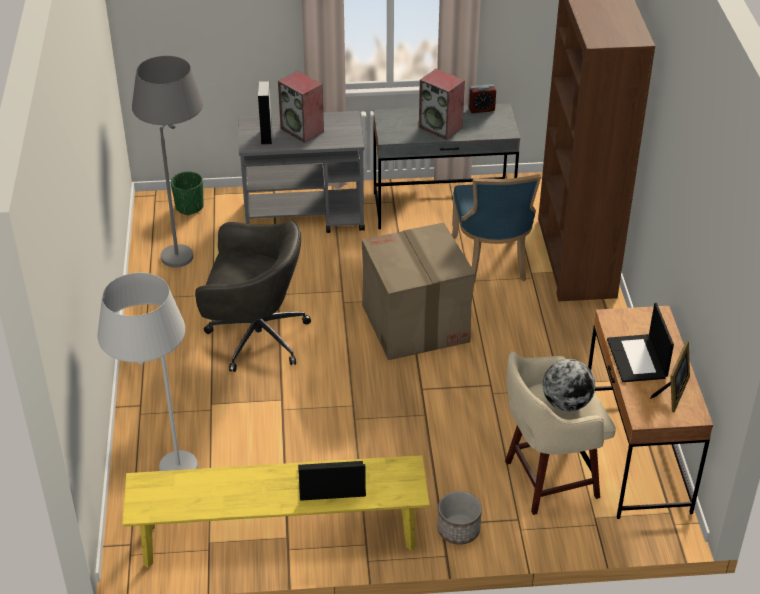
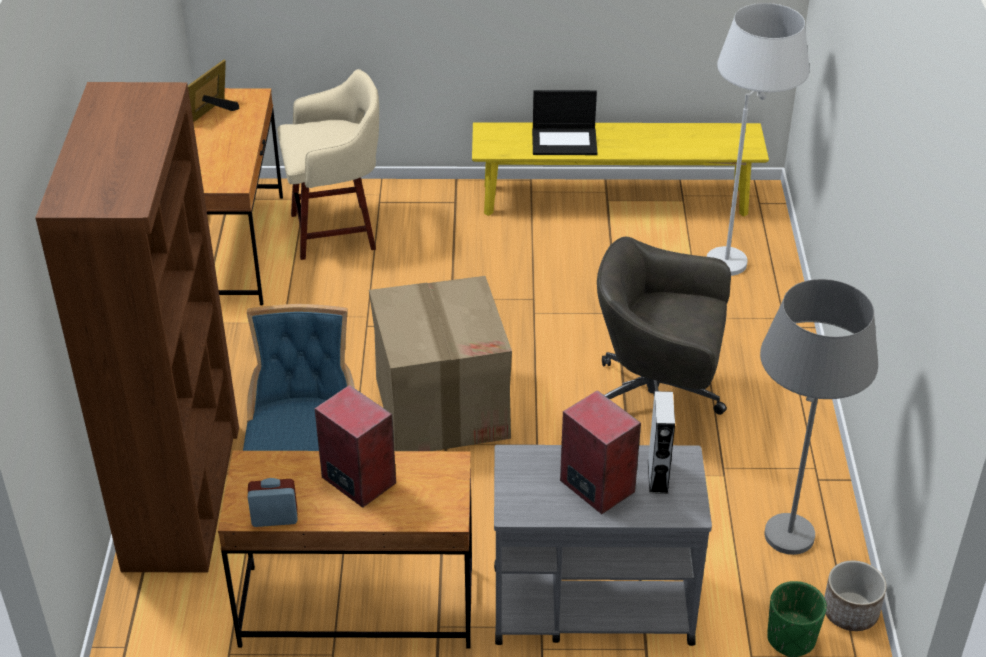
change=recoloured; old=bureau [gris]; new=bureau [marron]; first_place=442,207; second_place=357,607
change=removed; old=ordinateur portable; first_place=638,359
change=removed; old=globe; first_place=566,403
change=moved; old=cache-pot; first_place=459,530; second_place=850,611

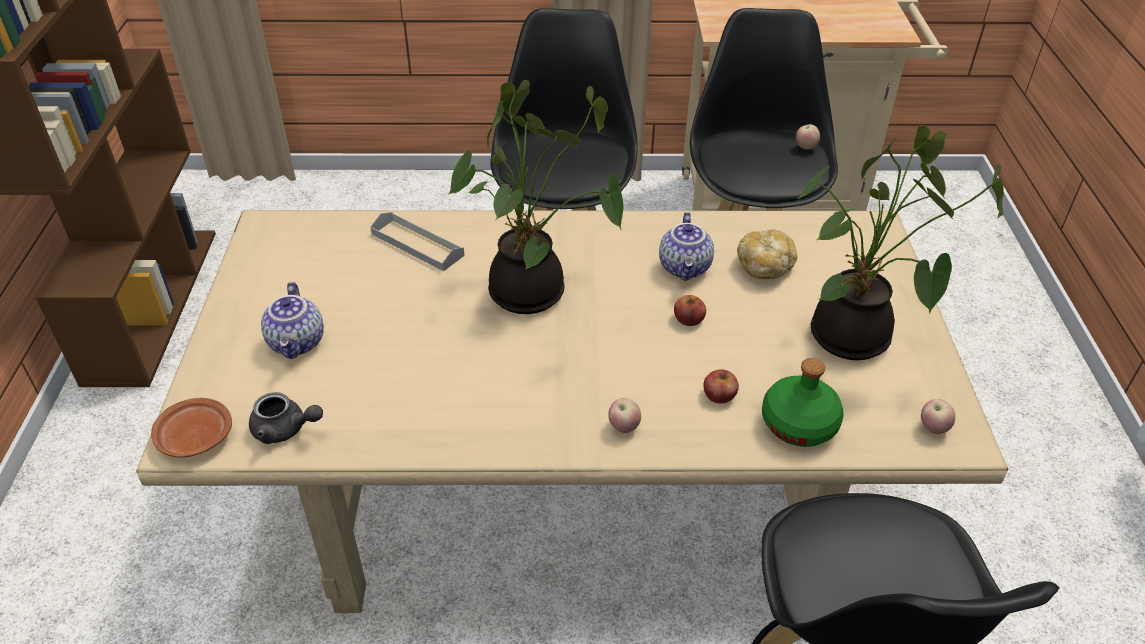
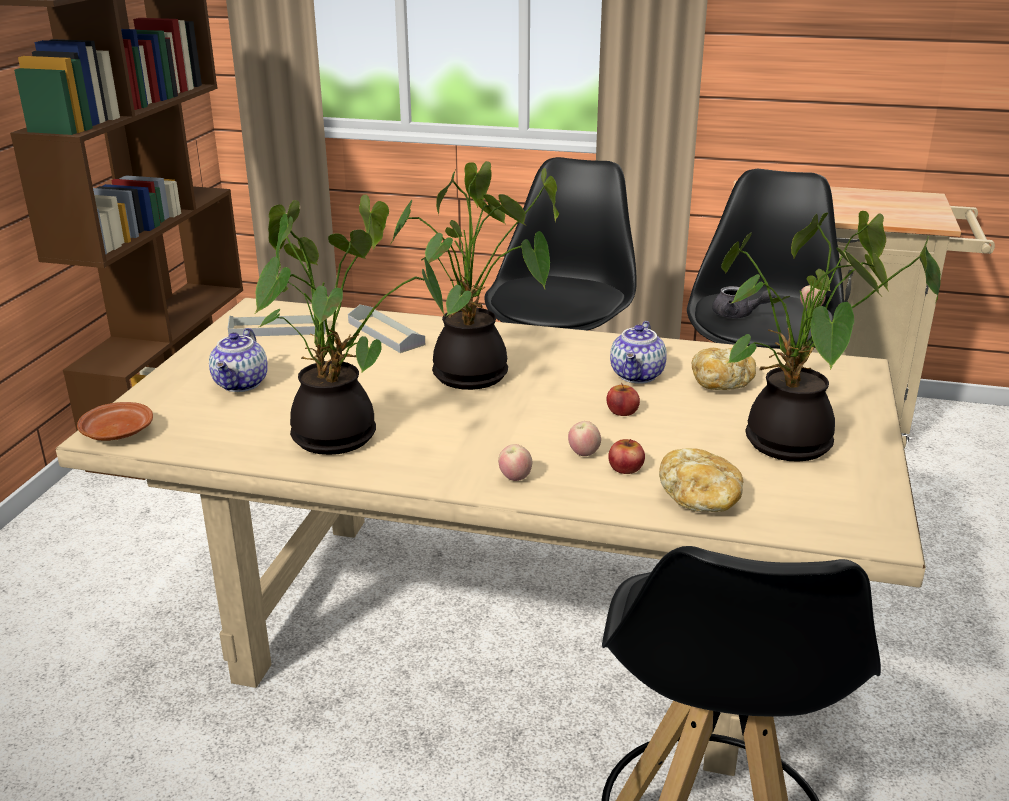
change=replaced; old=bouteille [vert]; new=pain; first_place=799,424; second_place=700,499
change=moved; old=théière [gris]; first_place=285,430; second_place=738,315
change=moved; old=pomme; first_place=933,428; second_place=583,453
change=added; new=plante en pot; second_place=342,436
change=added; new=plateau [gris]; second_place=278,329

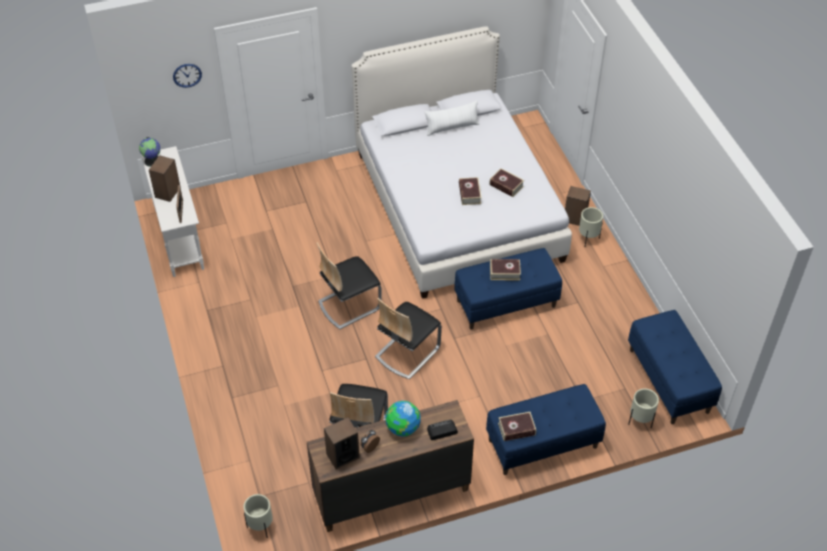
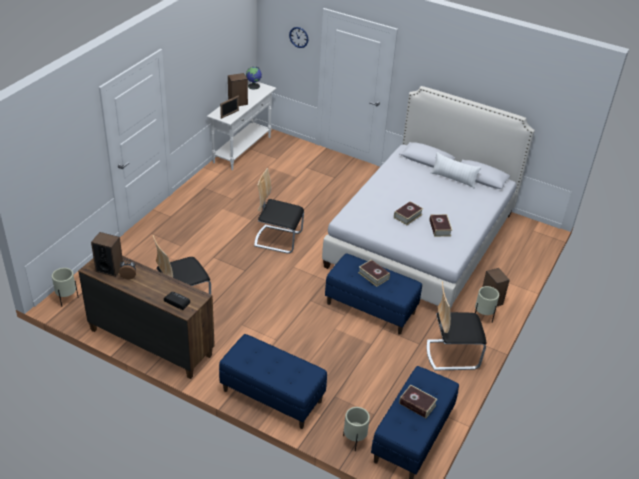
change=moved; old=chaise; first_place=407,352; second_place=452,354
change=removed; old=globe; first_place=403,428
change=moved; old=livre; first_place=516,429; second_place=417,404

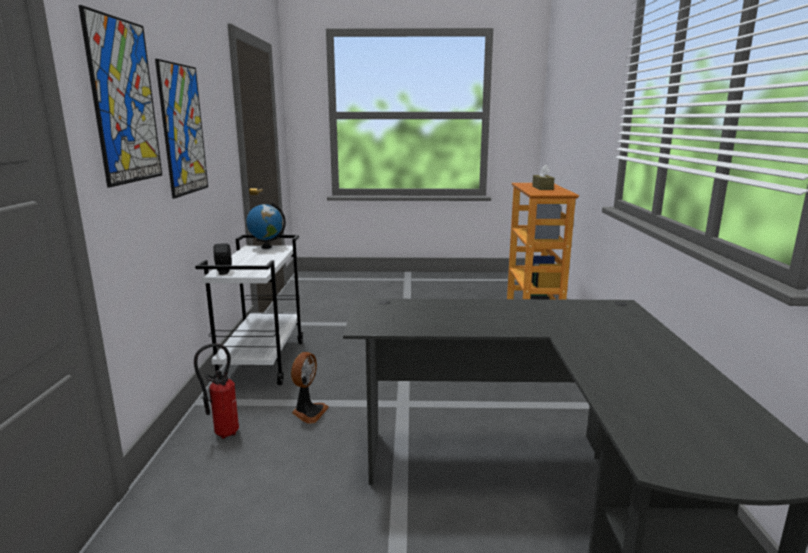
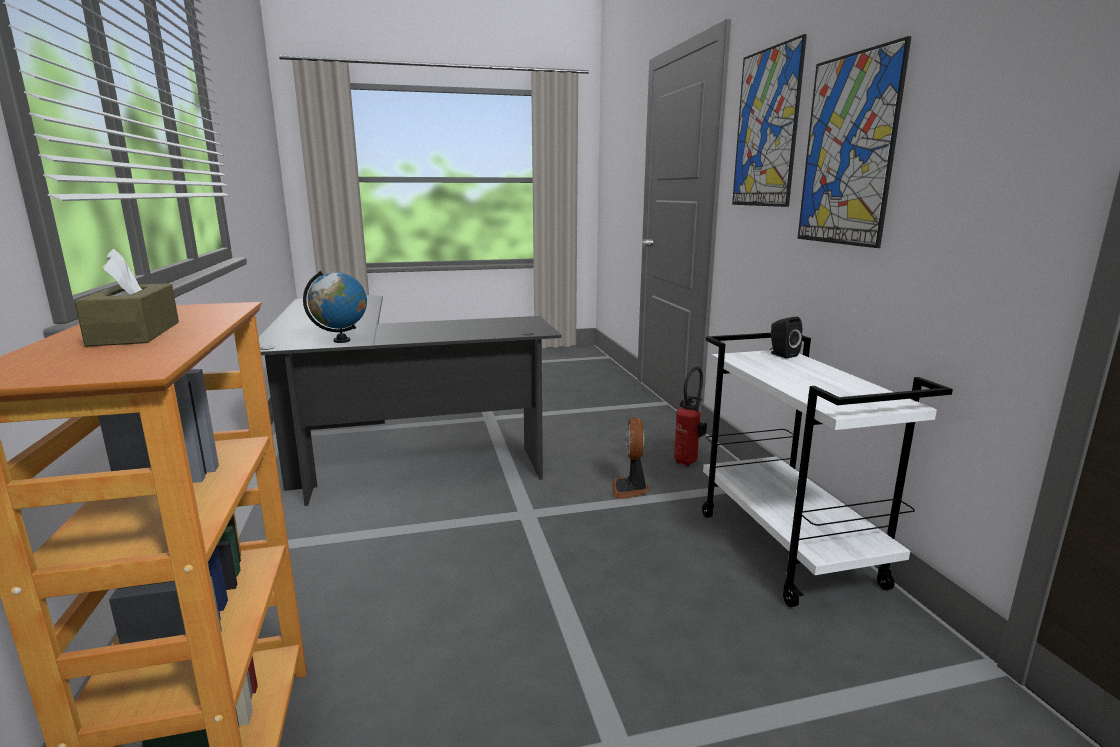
change=moved; old=globe; first_place=266,247; second_place=341,341

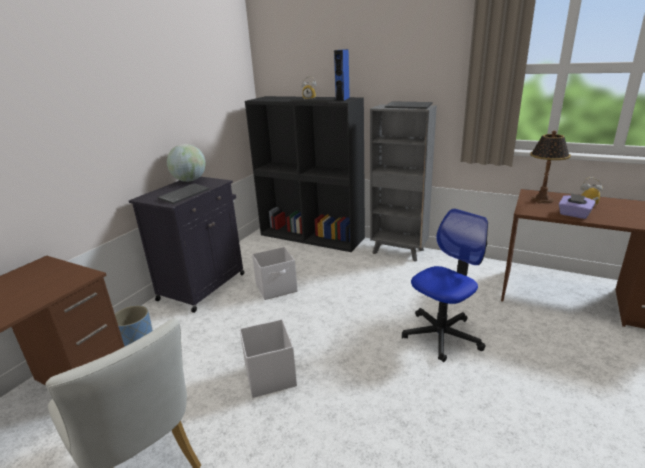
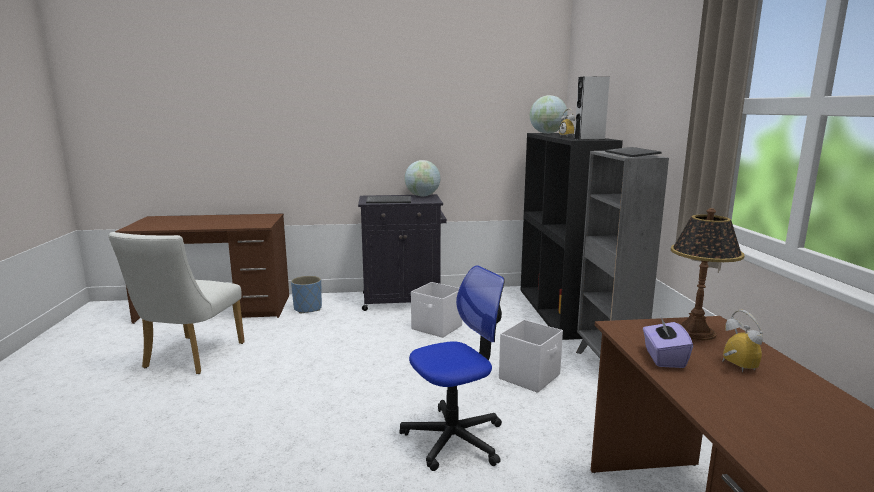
change=recoloured; old=enceinte [bleu]; new=enceinte [gris]; first_place=342,99; second_place=589,139
change=turned; old=chaise de bureau; first_place=441,335; second_place=454,439; degrees=-45
change=moved; old=boîte de rangement [blanc]; first_place=270,375; second_place=530,376
change=added; new=globe; second_place=547,133

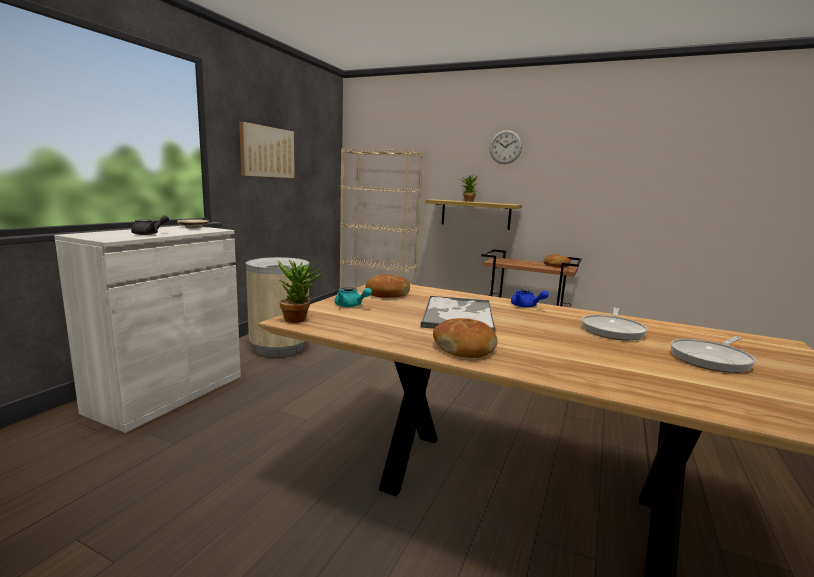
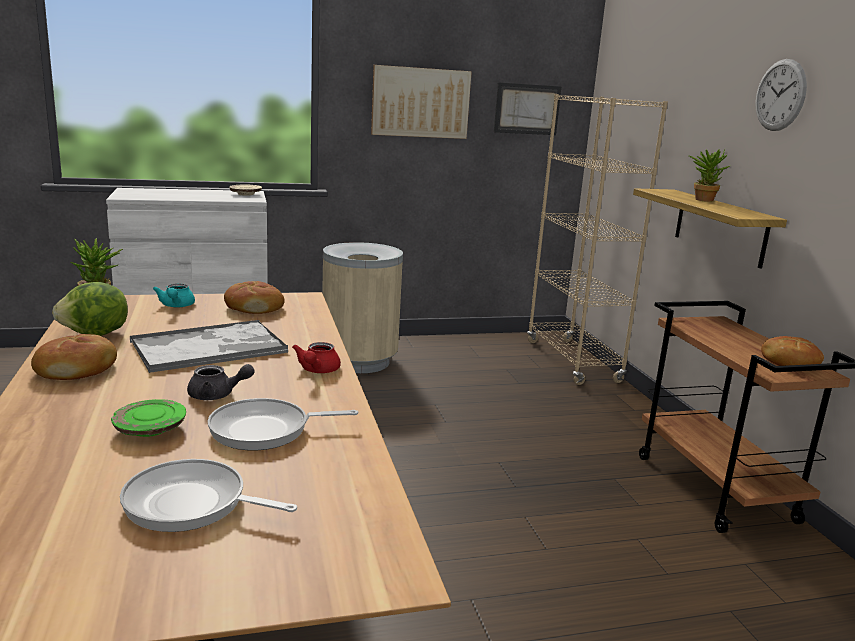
change=moved; old=théière [gris]; first_place=149,234; second_place=217,395
change=recoloured; old=théière [bleu]; new=théière [rouge]; first_place=526,306; second_place=317,370
change=added; new=tableau; second_place=527,109
change=added; new=laitue; second_place=96,334
change=added; new=assiette [vert]; second_place=150,429

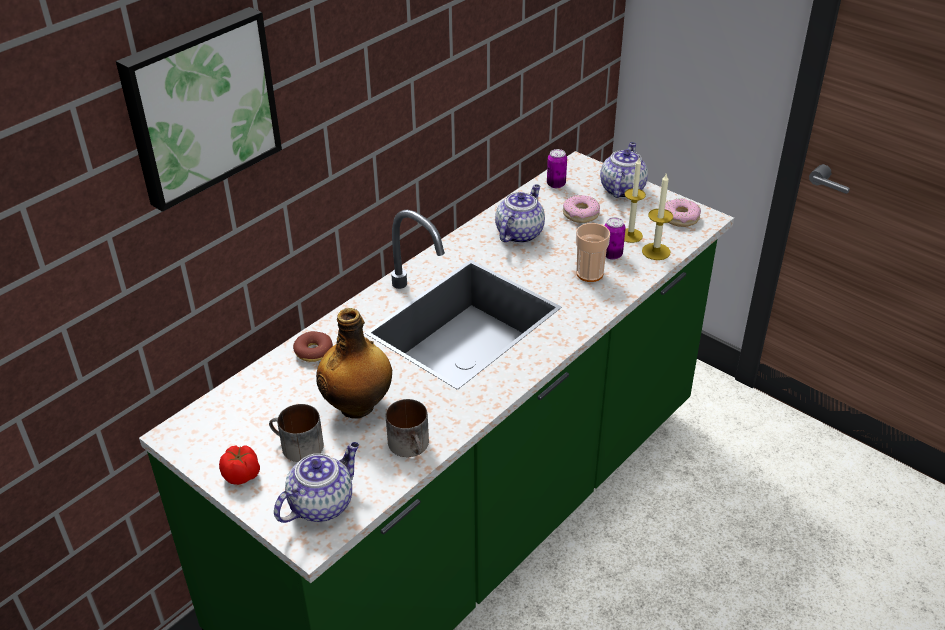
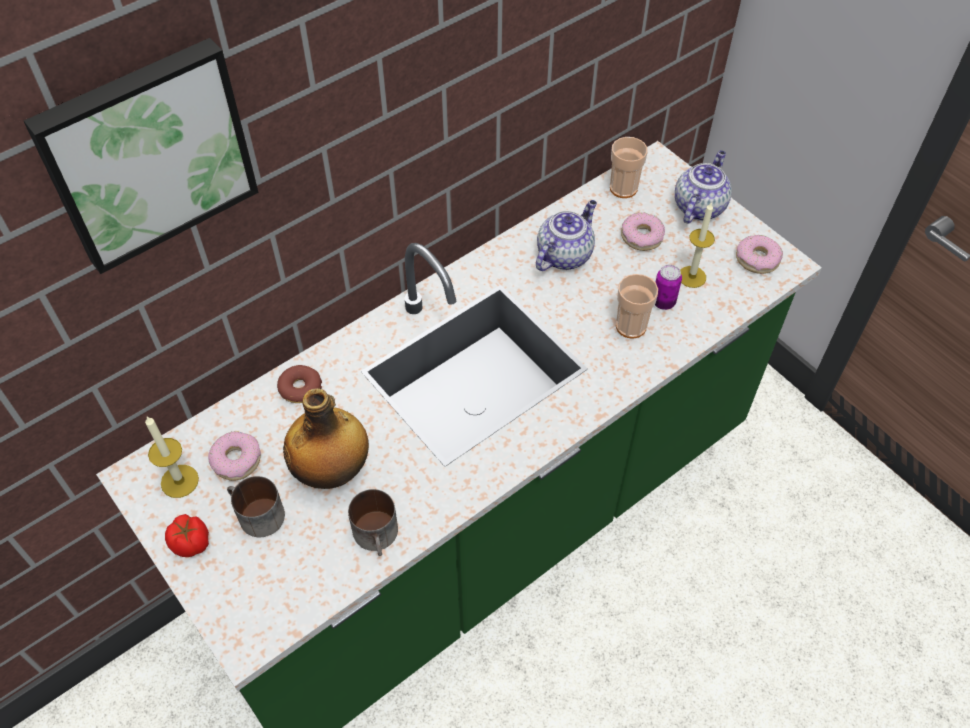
change=replaced; old=boîte métallique; new=tasse; first_place=556,184; second_place=623,188
change=moved; old=bougie; first_place=656,251; second_place=179,481
change=removed; old=théière; first_place=322,503
change=added; new=beignet; second_place=236,460

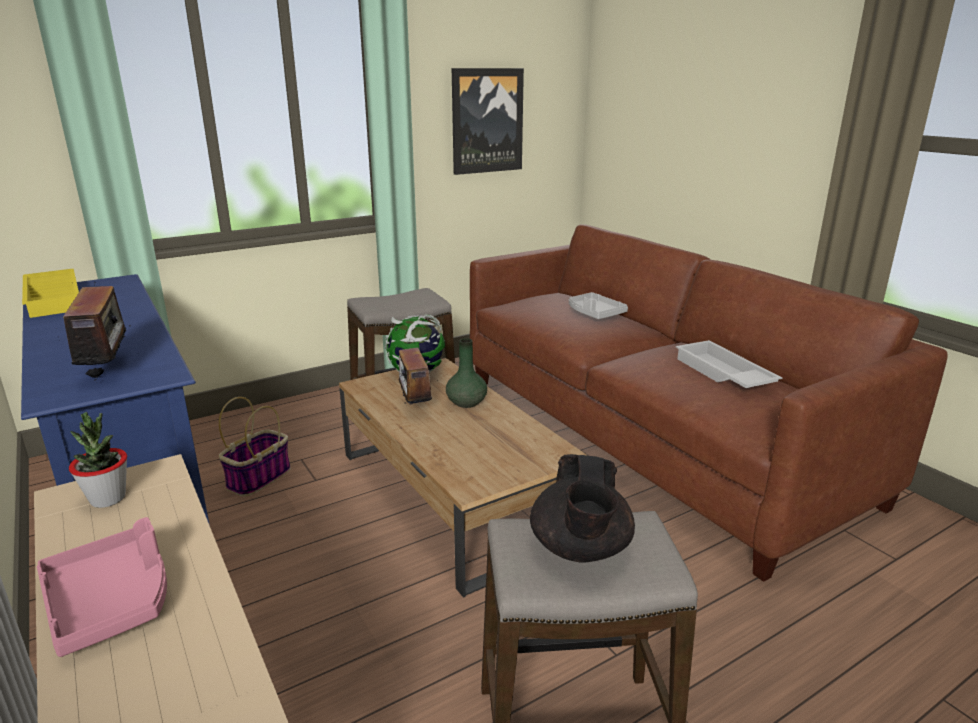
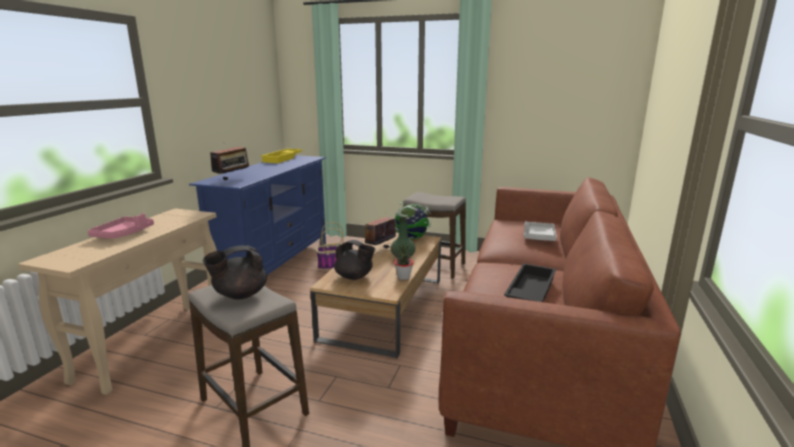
change=removed; old=tableau; first_place=487,121
change=recoloured; old=plateau [blanc]; new=plateau [noir]; first_place=722,374; second_place=529,290
change=moved; old=plante en pot; first_place=108,499; second_place=403,277
change=added; new=théière [noir]; second_place=354,277

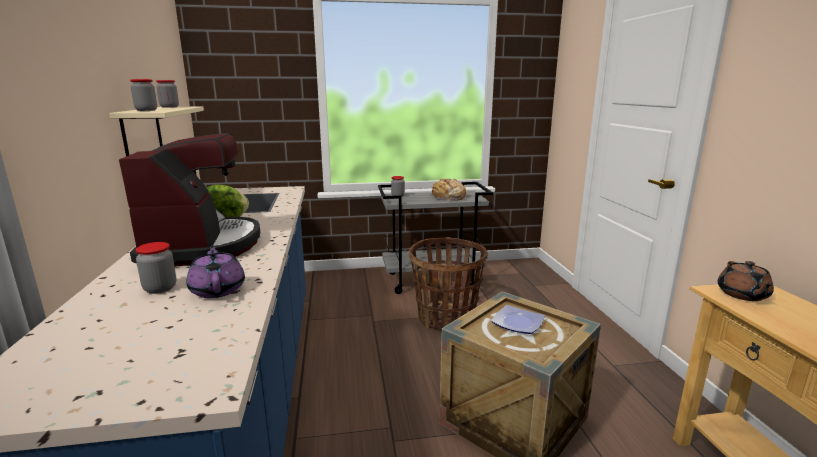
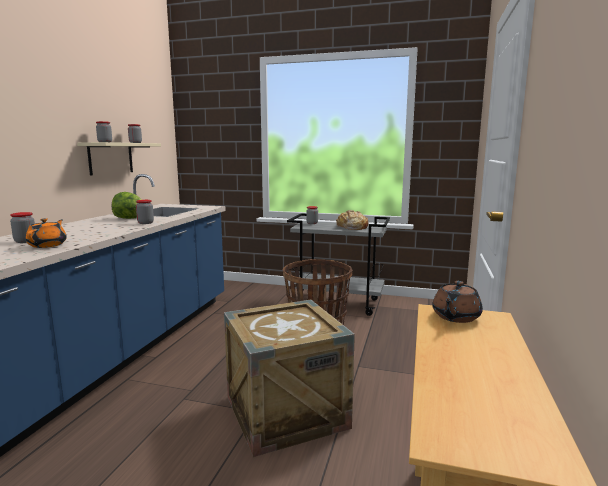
change=removed; old=machine à café; first_place=202,246
change=recoloured; old=théière [violet]; new=théière [orange]; first_place=218,289; second_place=48,245
change=removed; old=assiette; first_place=518,323
change=added; new=bocal; second_place=145,223

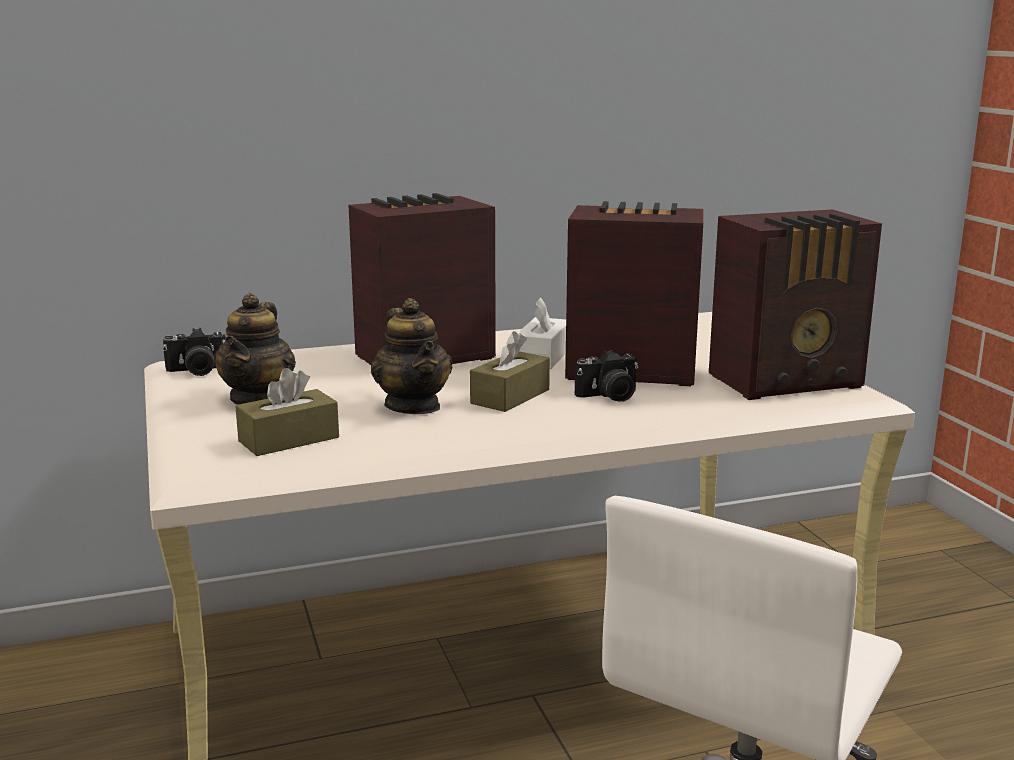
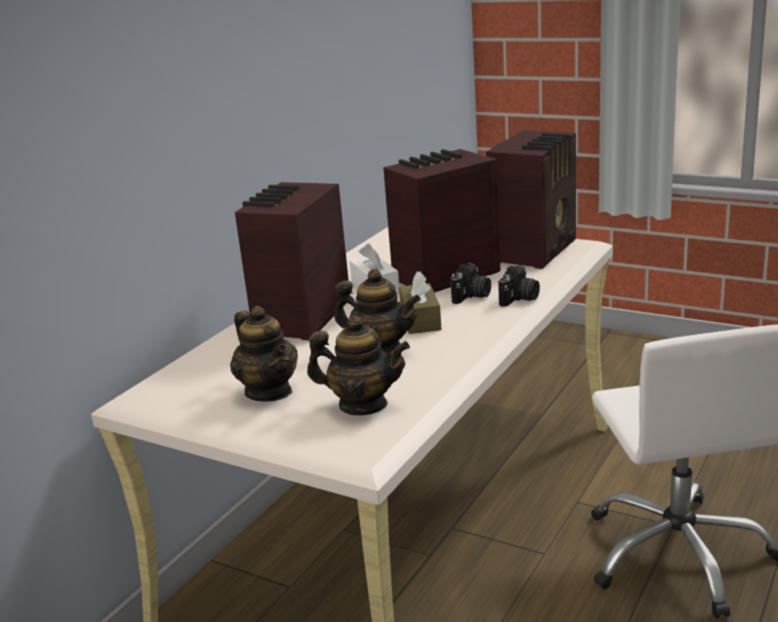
change=moved; old=appareil photo; first_place=197,371; second_place=519,299
change=replaced; old=boîte à mouchoirs [marron]; new=théière; first_place=289,439; second_place=362,405

